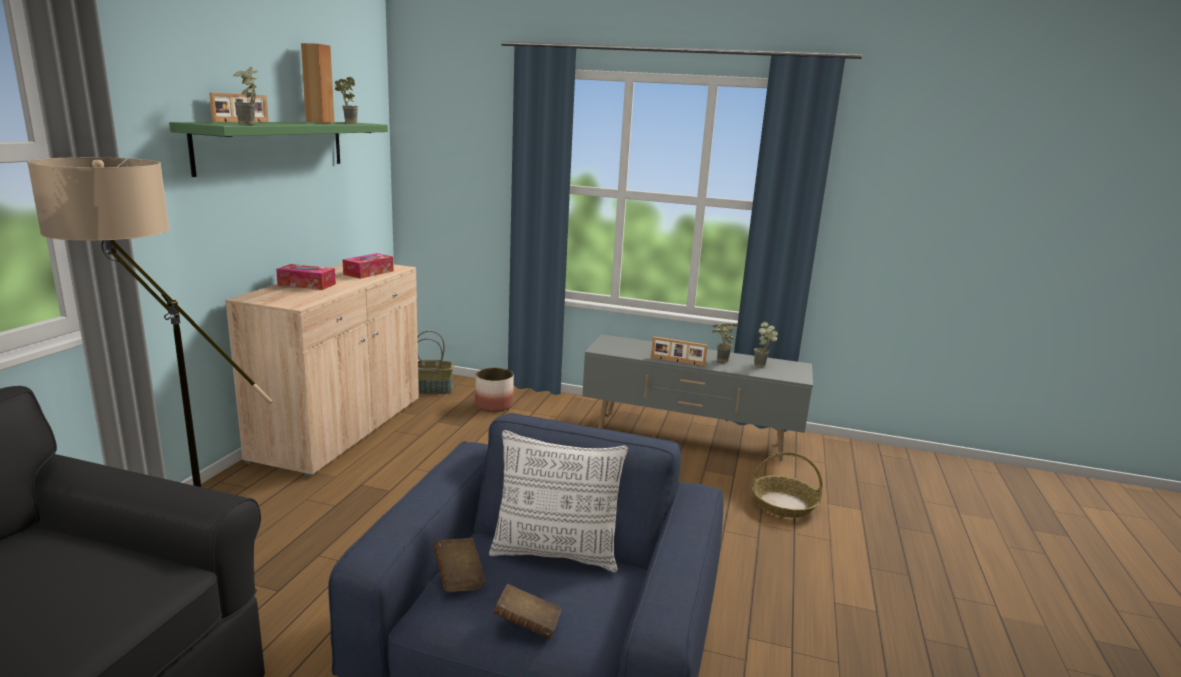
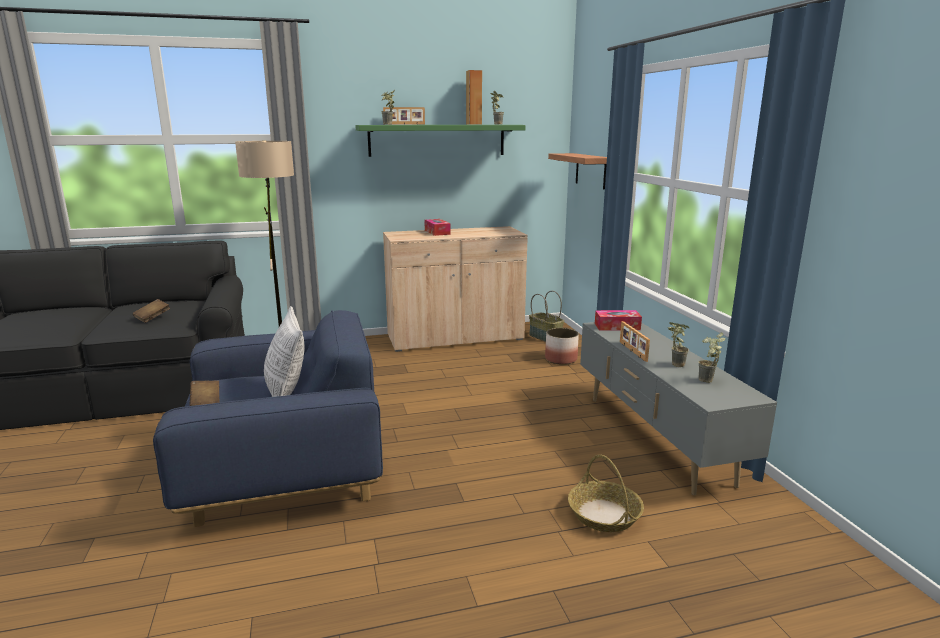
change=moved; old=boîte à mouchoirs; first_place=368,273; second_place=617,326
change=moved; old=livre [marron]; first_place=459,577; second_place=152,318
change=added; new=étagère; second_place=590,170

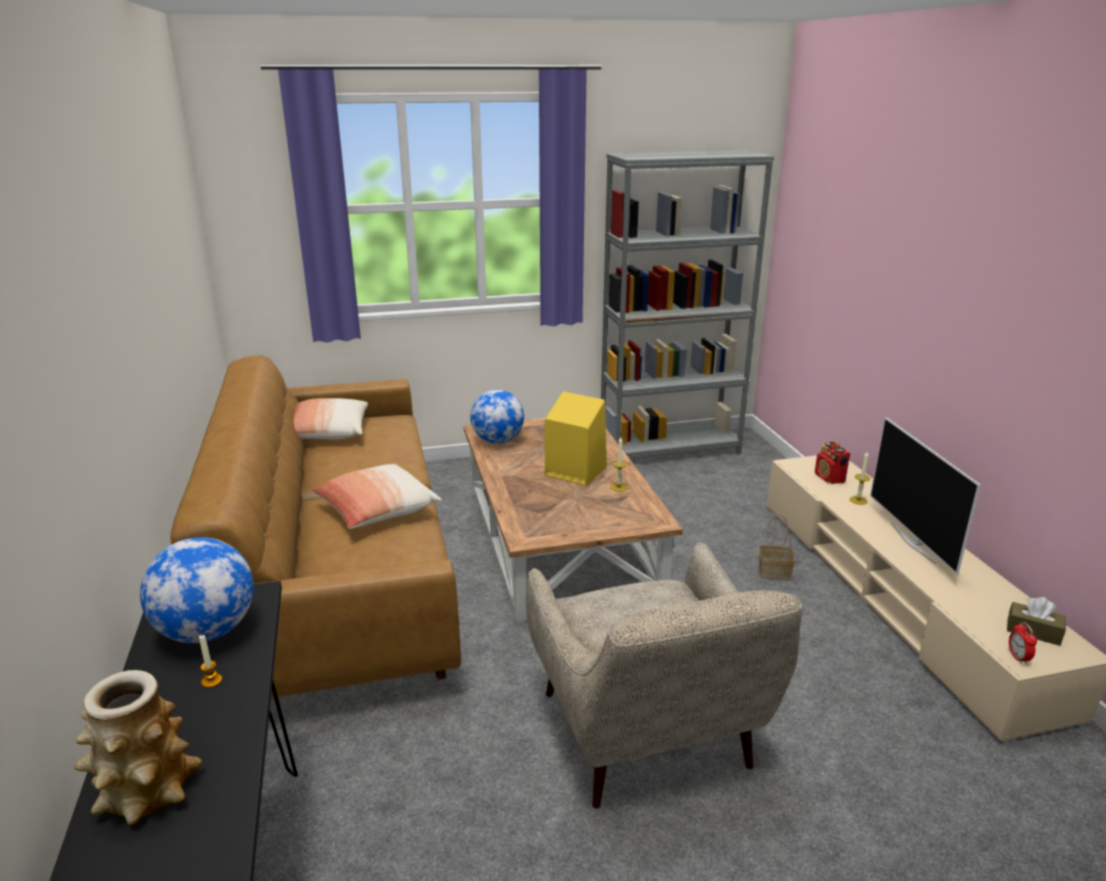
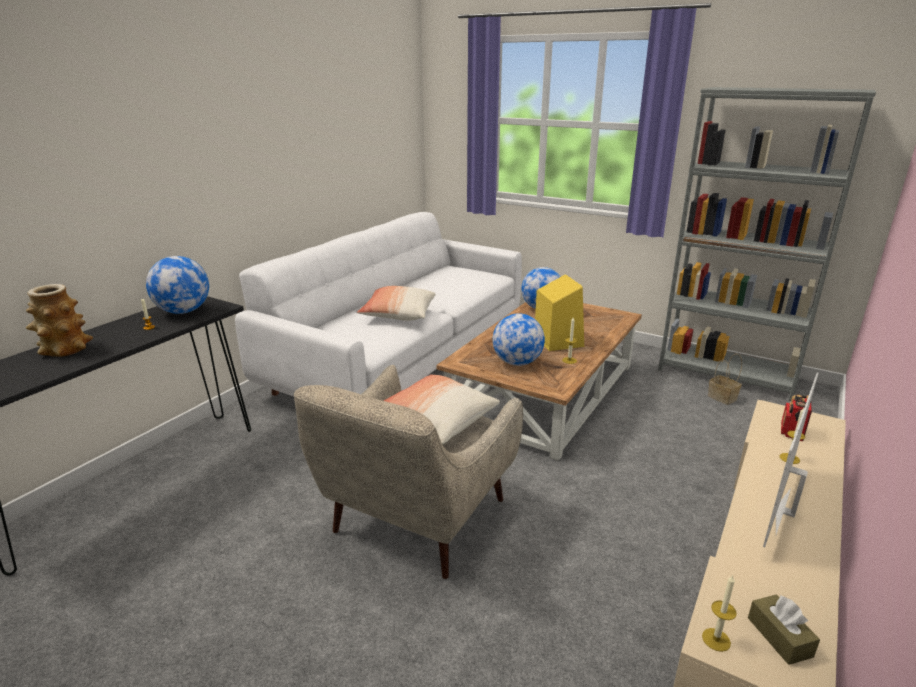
change=recoloured; old=canapé [marron]; new=canapé [blanc]; first_place=339,572; second_place=400,356
change=moved; old=coussin; first_place=326,433; second_place=435,421
change=moved; old=panier; first_place=775,572; second_place=723,398
change=replaced; old=réveil; new=bougie; first_place=1018,657; second_place=716,639
change=added; new=globe; second_place=517,363

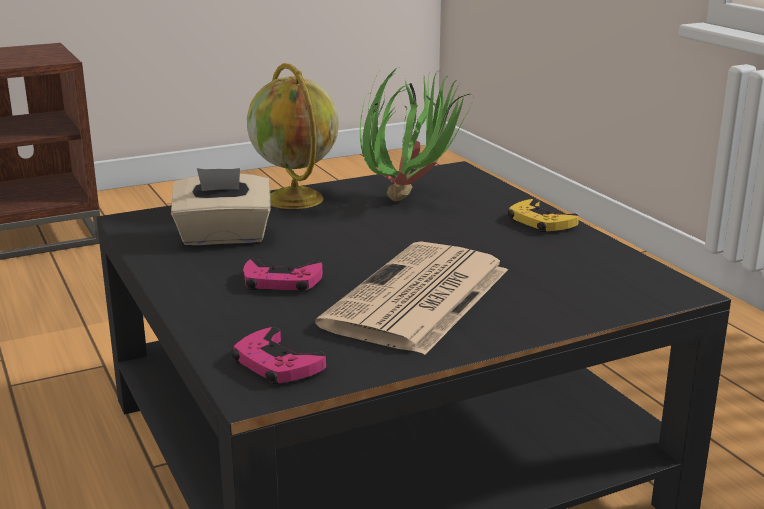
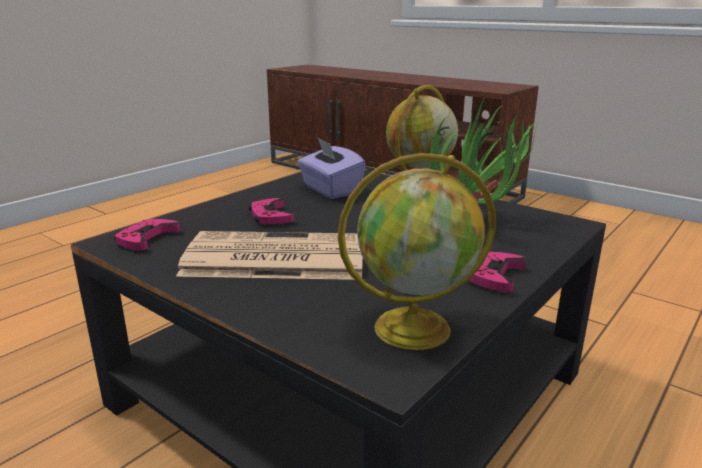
change=recoloured; old=boîte à mouchoirs [beige]; new=boîte à mouchoirs [violet]; first_place=223,237; second_place=330,190
change=recoloured; old=manette [jaune]; new=manette [rose]; first_place=540,222; second_place=494,276
change=added; new=globe; second_place=414,328

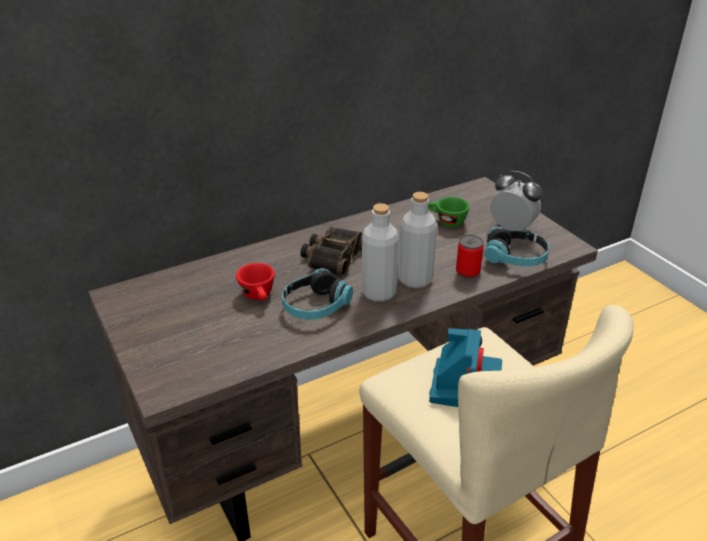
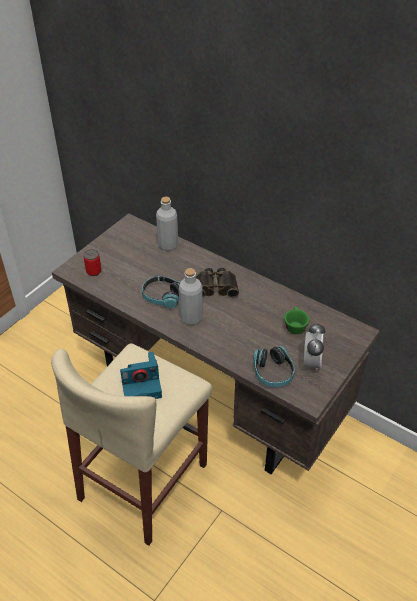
change=moved; old=bouteille [gris]; first_place=415,279; second_place=168,245
change=moved; old=boîte métallique; first_place=467,272; second_place=93,271
change=removed; old=tasse [rouge]; first_place=259,296

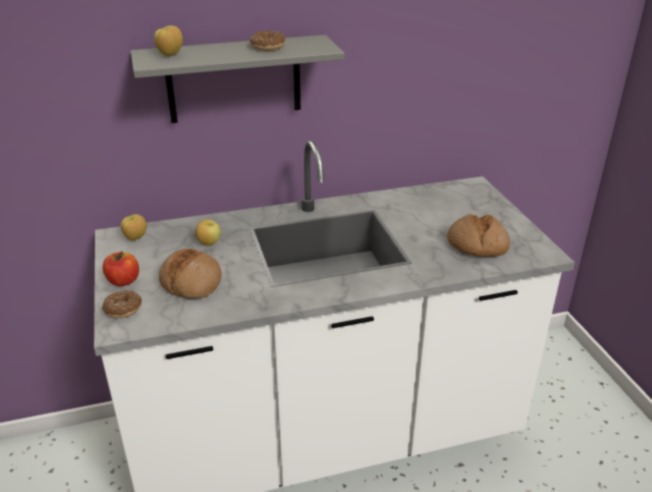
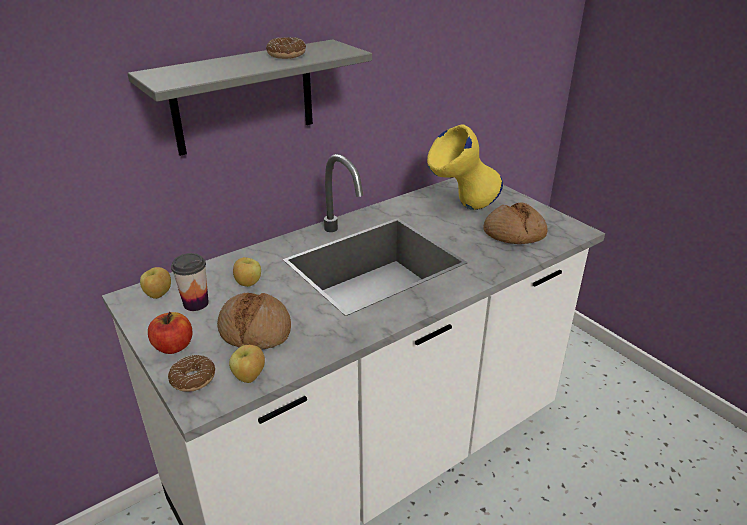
change=moved; old=pomme; first_place=170,54; second_place=249,377
change=added; new=vase [jaune]; second_place=462,208
change=added; new=tasse; second_place=196,303

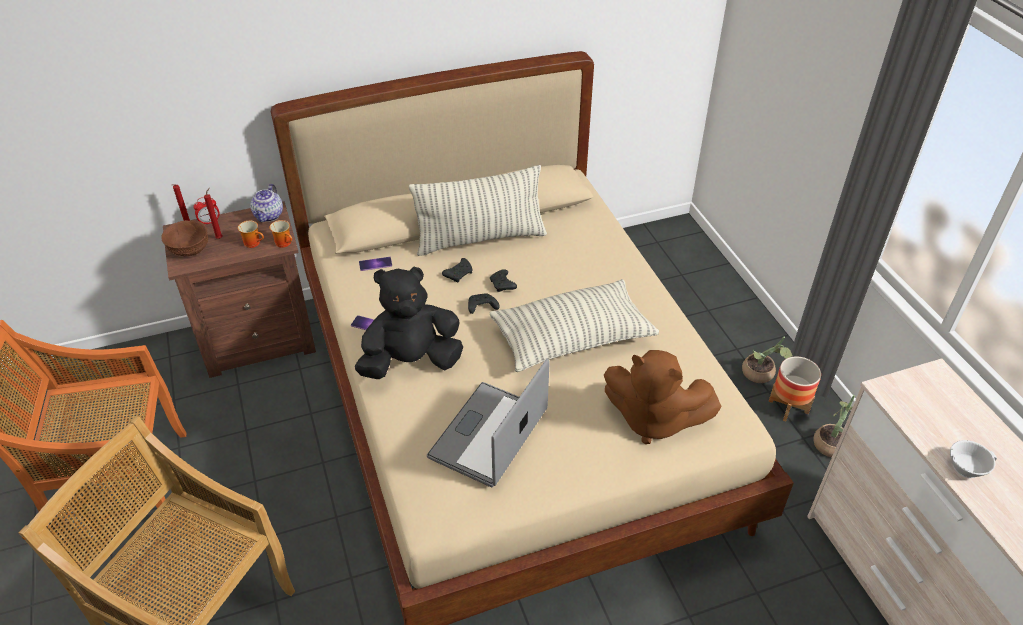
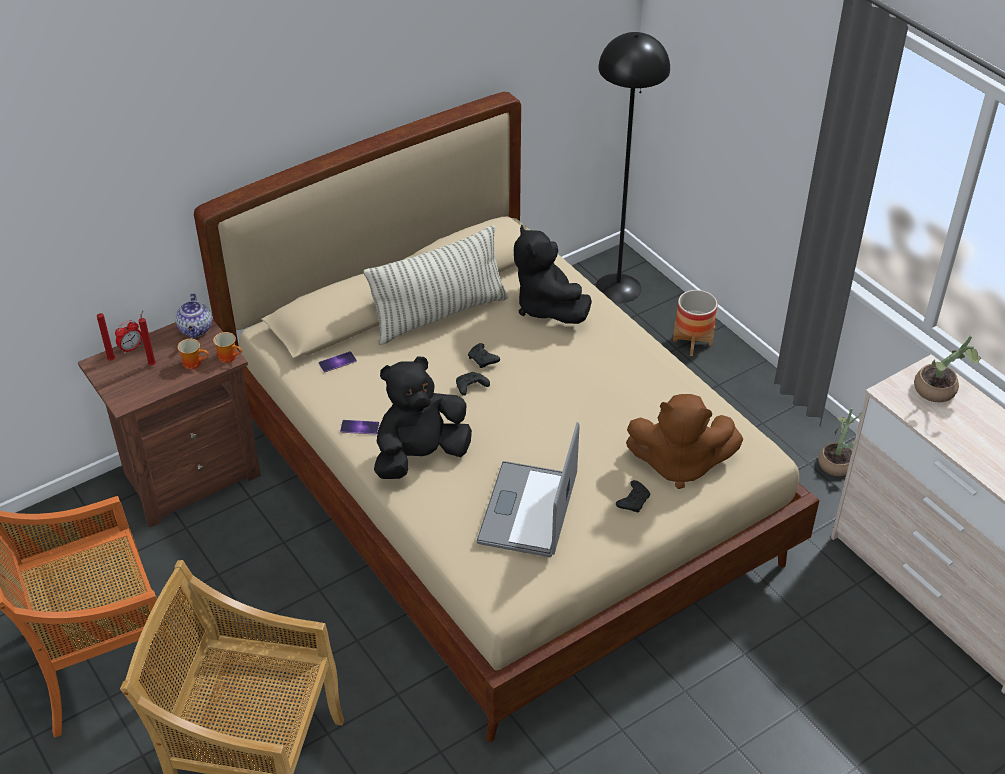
change=removed; old=bol [marron]; first_place=189,249
change=moved; old=manette [noir]; first_place=459,274; second_place=634,501
change=removed; old=coussin; first_place=572,339
change=moved; old=plante en pot; first_place=761,375; second_place=940,391
change=moved; old=cache-pot; first_place=788,407; second_place=692,342
change=removed; old=tasse [blanc]; first_place=966,466
change=added; new=lampadaire [noir]; second_place=617,288
change=added; new=peluche [noir]; second_place=547,307

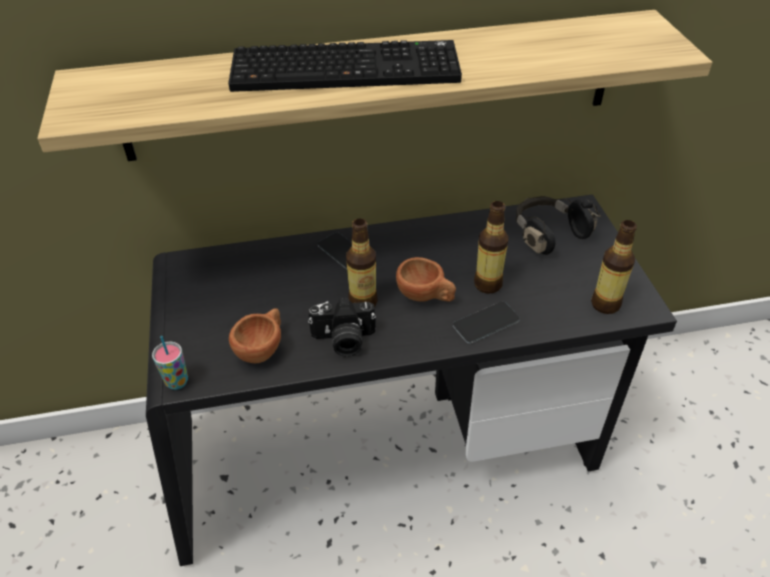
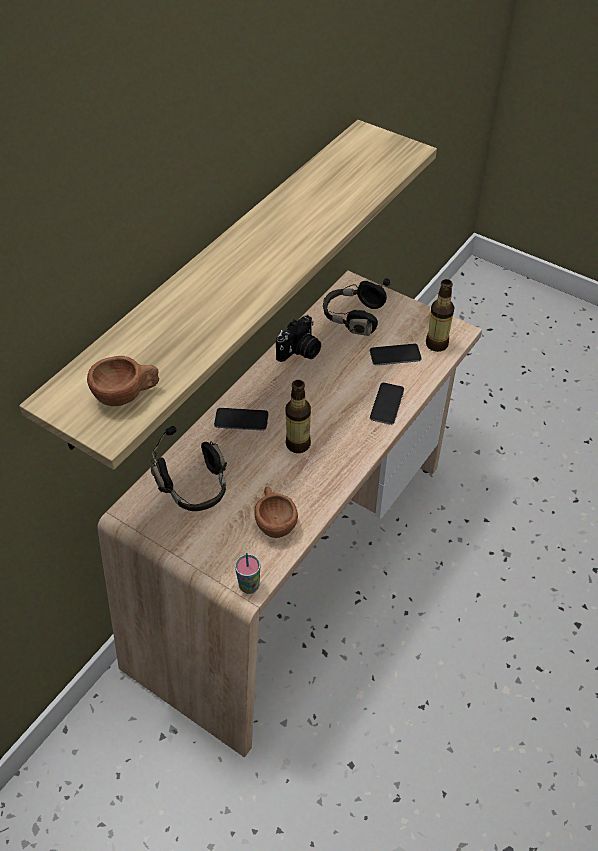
change=removed; old=clavier; first_place=347,68
change=recoloured; old=bureau [noir]; new=bureau [beige]; first_place=387,454; second_place=298,564
change=removed; old=bouteille; first_place=487,284
change=moved; old=tasse [marron]; first_place=425,296; second_place=127,395
change=moved; old=appareil photo; first_place=343,340; second_place=300,352
change=added; new=téléphone; second_place=395,355
change=added; new=casque audio [noir]; second_place=195,487

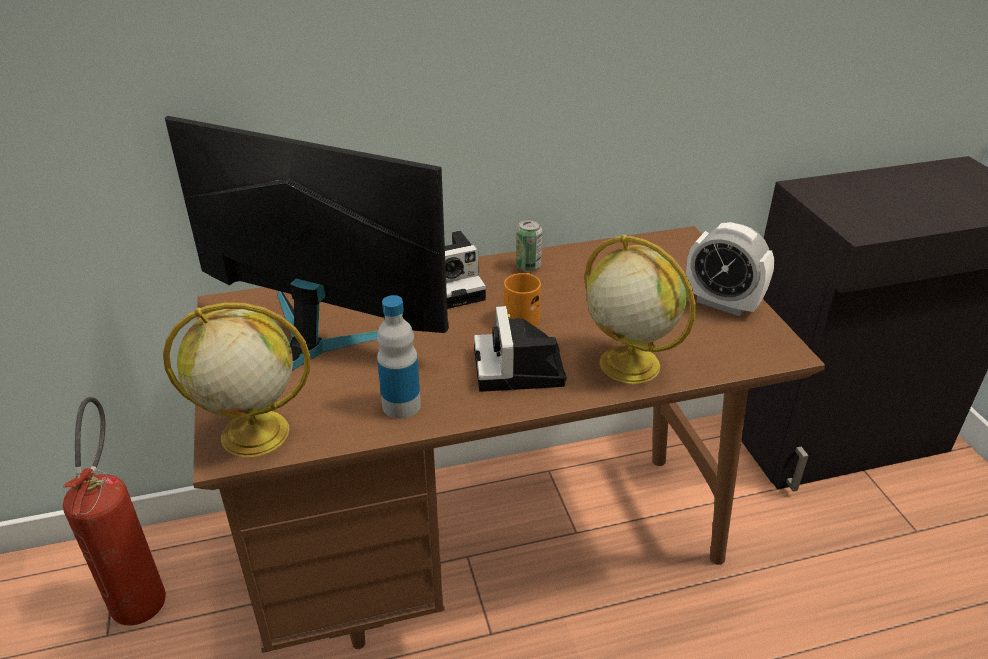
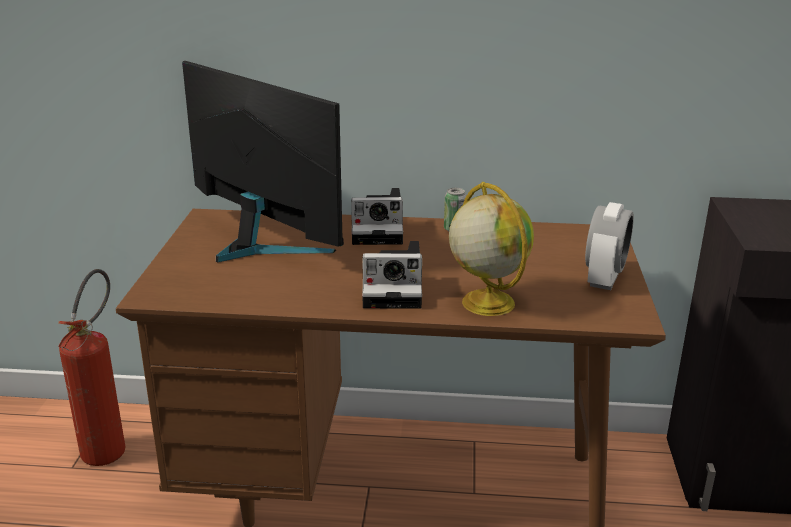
change=turned; old=réveil; first_place=722,303; second_place=604,279; degrees=-120
change=removed; old=mug [orange]; first_place=522,315
change=removed; old=bouteille; first_place=401,405
change=removed; old=globe; first_place=252,434
change=turned; old=appareil photo; first_place=520,370; second_place=395,290; degrees=-105

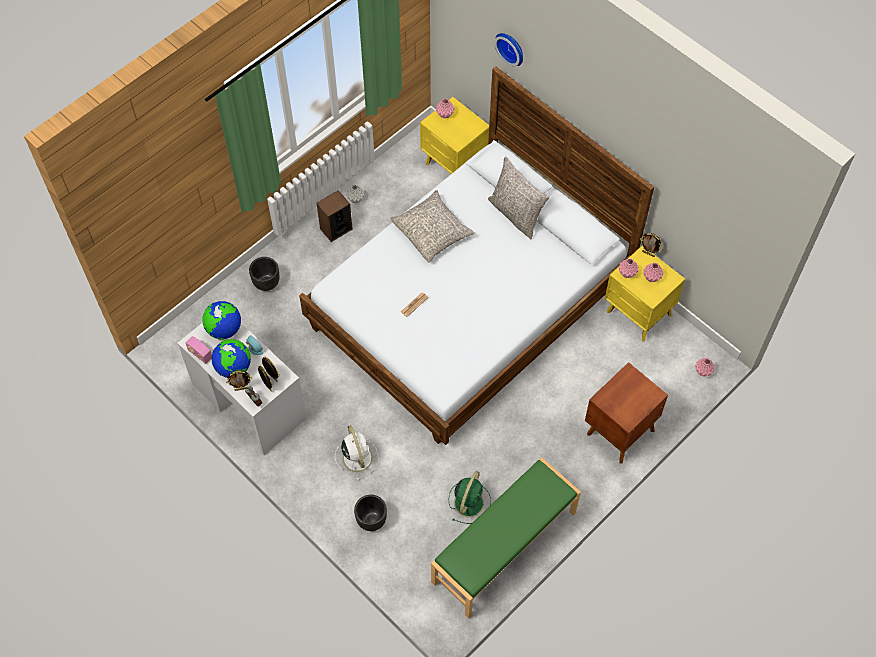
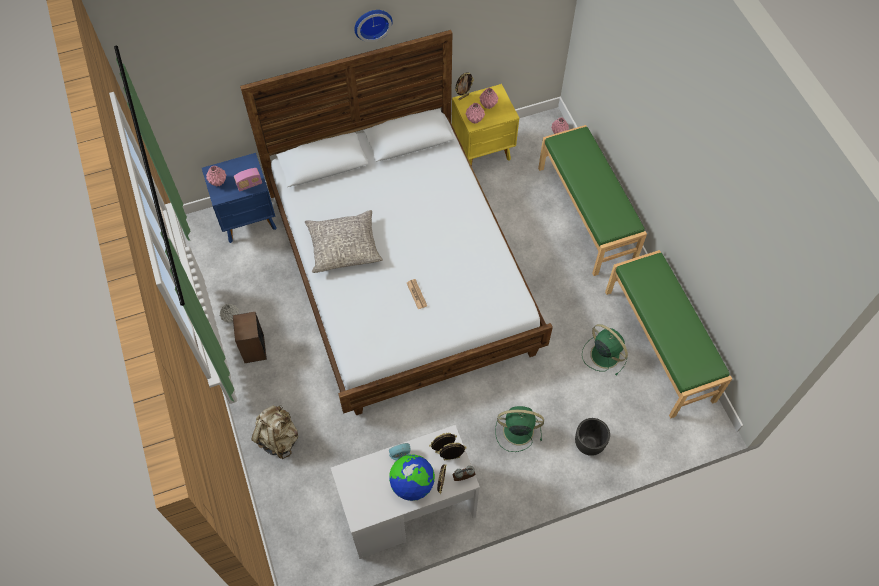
change=moved; old=horloge murale; first_place=511,47; second_place=372,23
change=recoloured; old=table de chevet [jaune]; new=table de chevet [bleu]; first_place=455,166; second_place=249,220
change=removed; old=coussin [gris]; first_place=516,214
change=replaced; old=cache-pot [noir]; new=sac à dos [beige]; first_place=266,283; second_place=278,438
change=removed; old=globe; first_place=224,329
change=moved; old=radio; first_place=200,354; second_place=249,184
change=replaced; old=table de chevet [marron]; new=banc [vert]; first_place=619,432; second_place=586,213
change=recoloured; old=ventilateur [blanc]; new=ventilateur [vert]; first_place=357,457; second_place=516,430

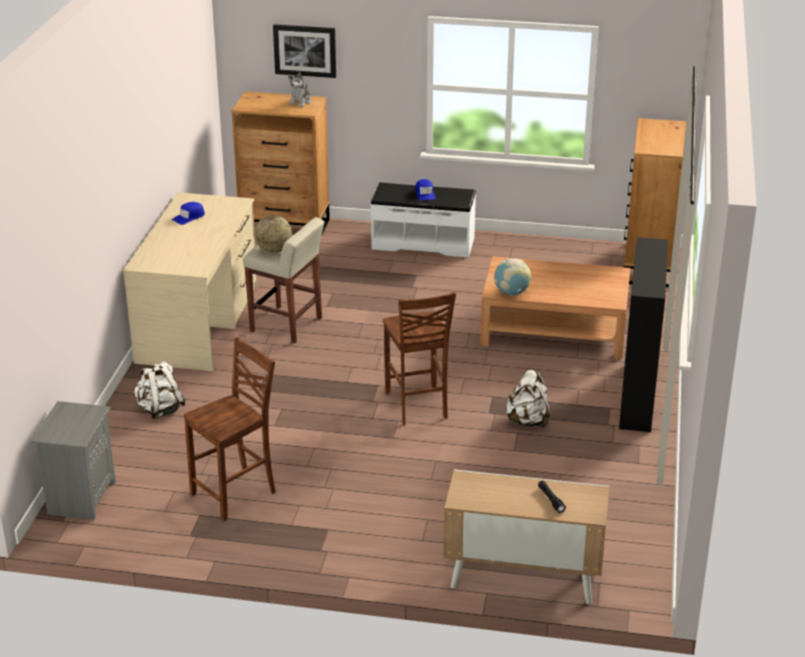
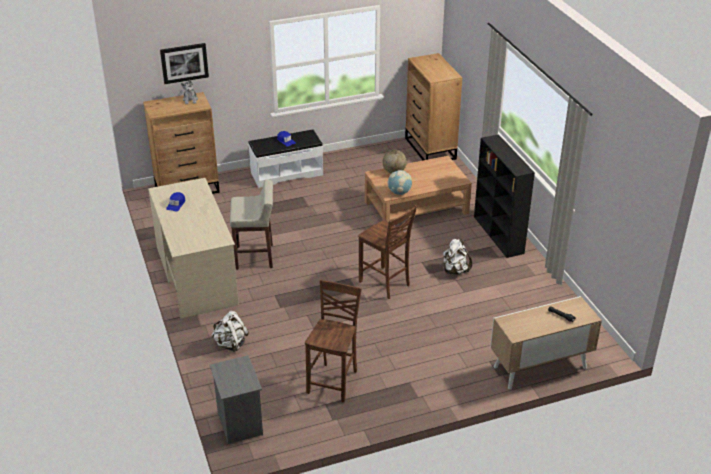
change=moved; old=globe; first_place=273,250; second_place=394,172

